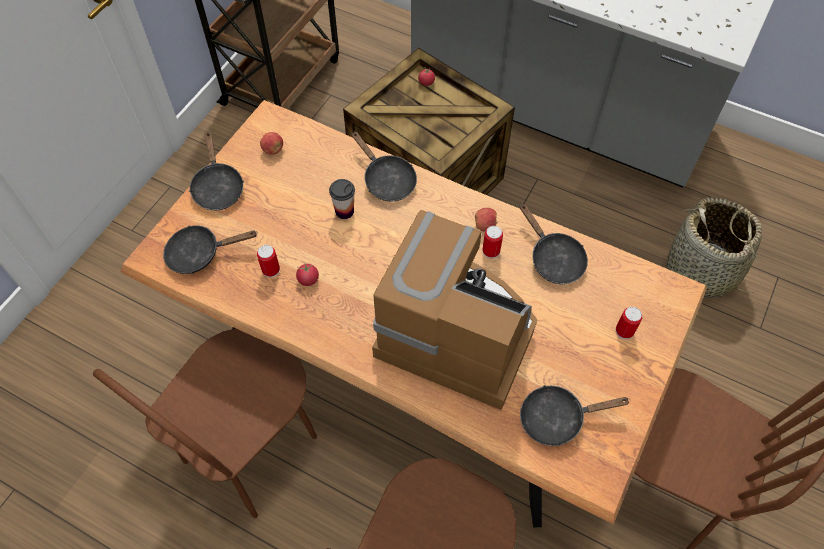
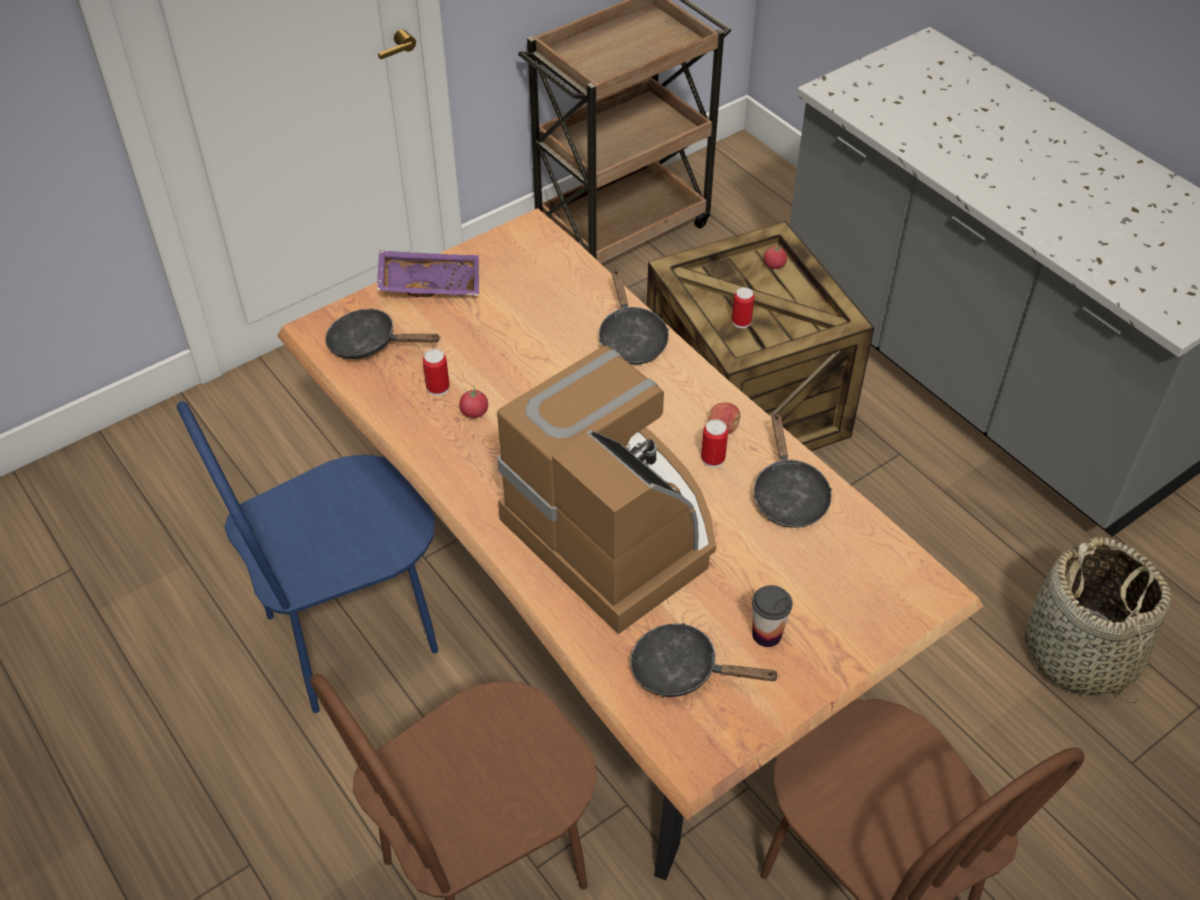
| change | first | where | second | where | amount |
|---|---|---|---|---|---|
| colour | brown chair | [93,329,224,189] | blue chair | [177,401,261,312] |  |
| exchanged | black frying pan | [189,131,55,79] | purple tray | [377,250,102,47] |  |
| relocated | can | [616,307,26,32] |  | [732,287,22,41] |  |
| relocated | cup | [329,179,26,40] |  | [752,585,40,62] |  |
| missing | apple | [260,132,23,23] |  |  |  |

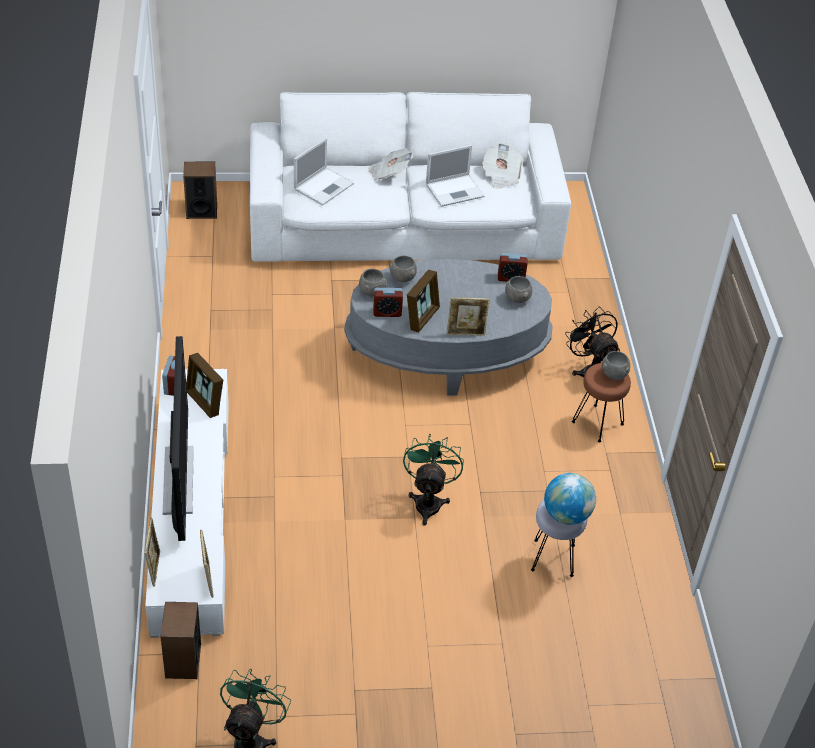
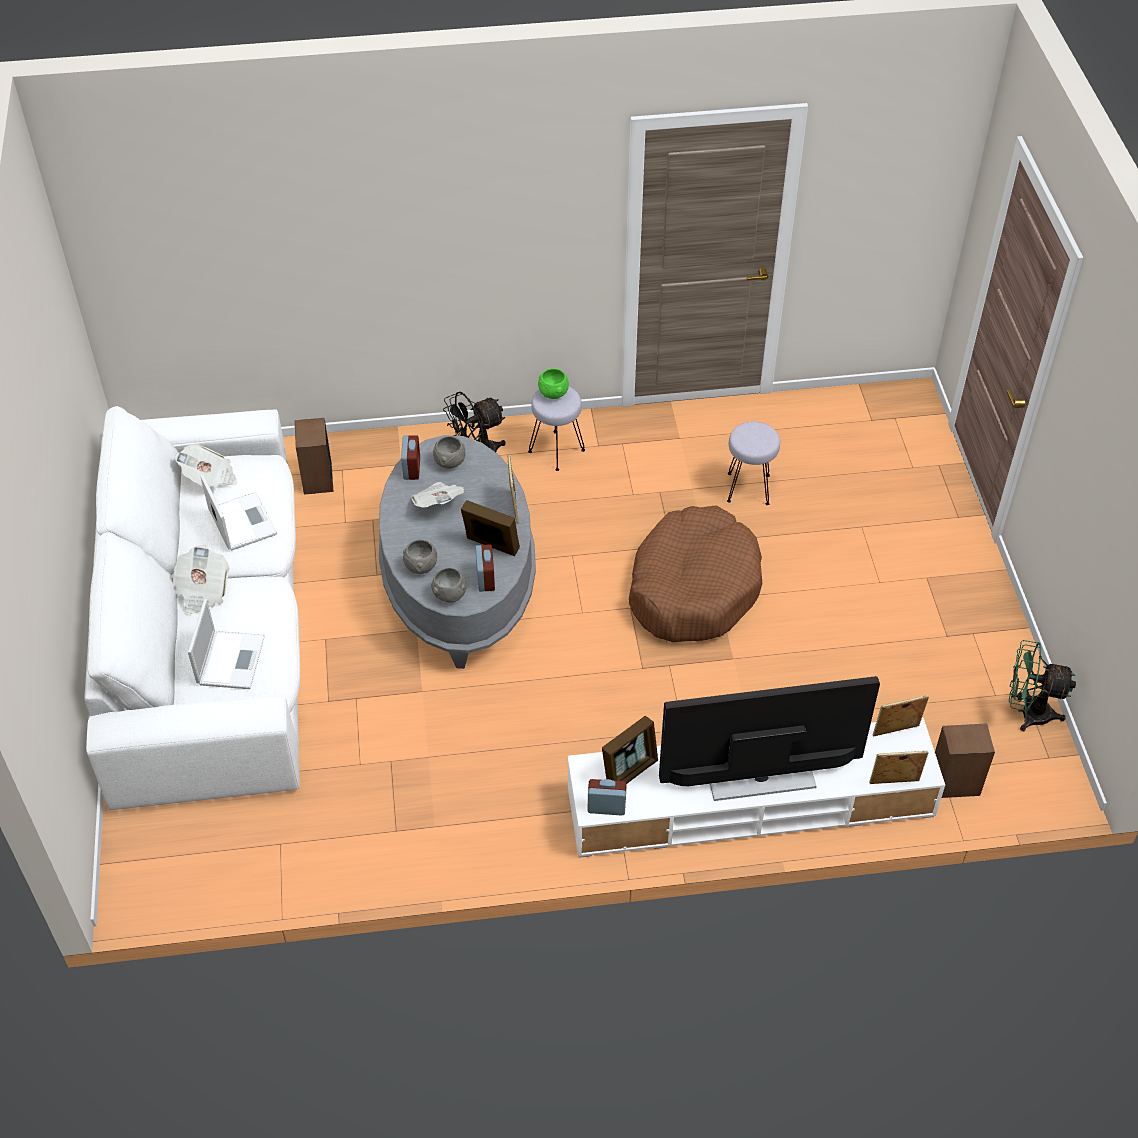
| change | first | where | second | where | amount |
|---|---|---|---|---|---|
| spun | laptop | [294,138,60,68] |  | [188,599,77,90] | 60 degrees clockwise |
| relocated | speaker | [183,162,34,57] |  | [295,418,38,77] |  |
| appeared |  |  | newspaper | [411,482,53,25] |  |
| colour | brown stool | [572,363,59,79] | grey stool | [528,387,57,84] |  |
| colour | grey bowl | [602,351,28,29] | green bowl | [538,368,31,31] |  |
| exchanged | green fan | [403,434,61,92] | brown dog bed | [629,505,133,137] |  |
| missing | globe | [544,473,52,52] |  |  |  |

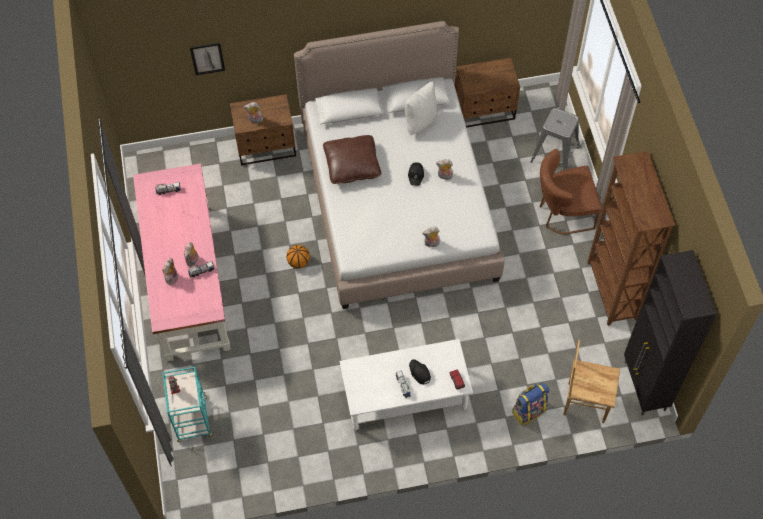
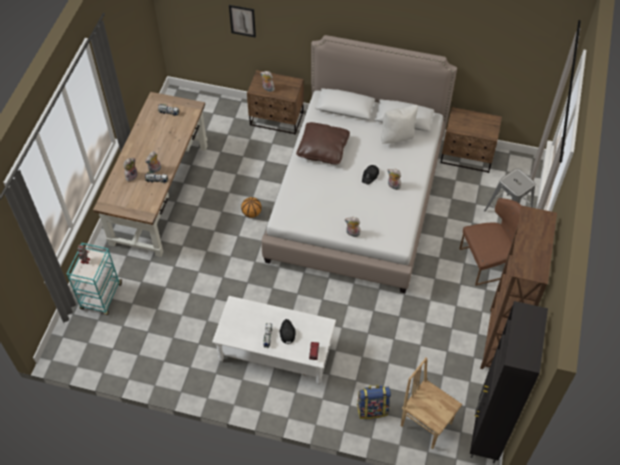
| change | first | where | second | where | amount |
|---|---|---|---|---|---|
| colour | pink desk | [133,163,97,198] | brown desk | [93,92,114,165] |  |
| spun | brown chair | [540,149,62,85] |  | [459,198,62,88] | 150 degrees clockwise |

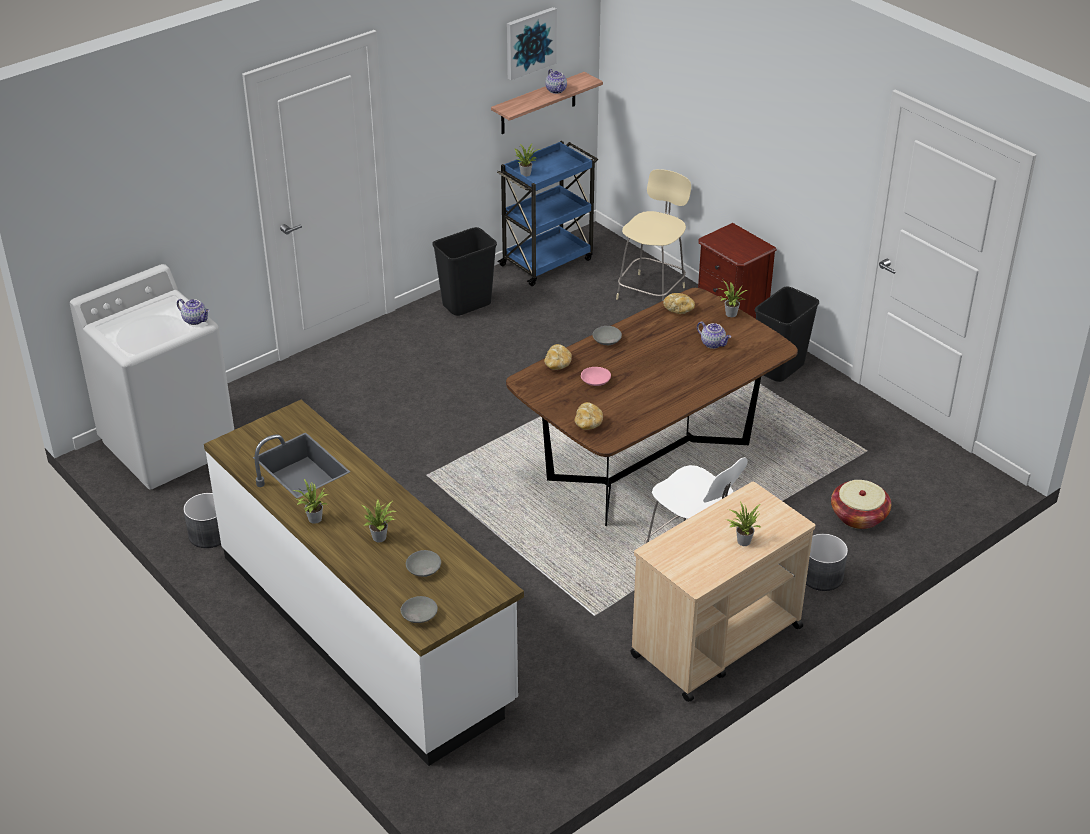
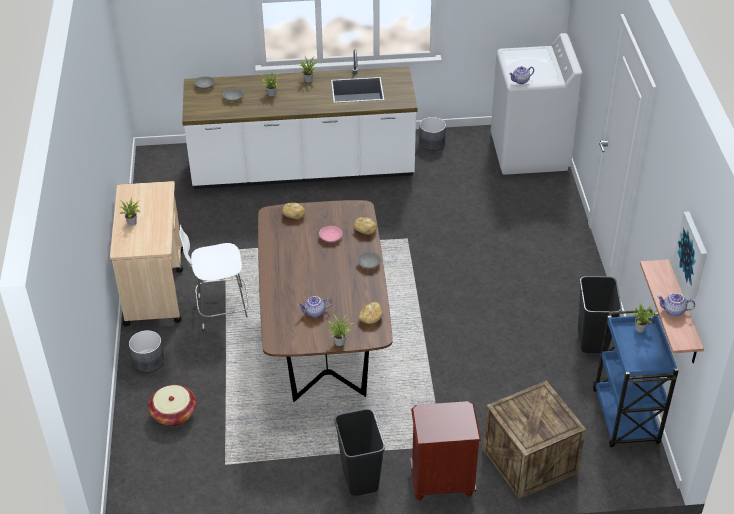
| change | first | where | second | where | amount |
|---|---|---|---|---|---|
| exchanged | beige chair | [616,169,75,132] | crate | [483,380,103,119] |  |

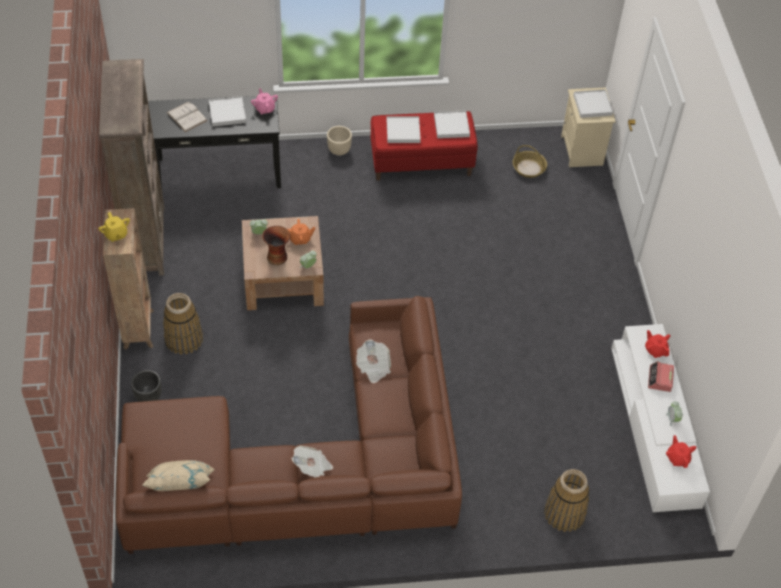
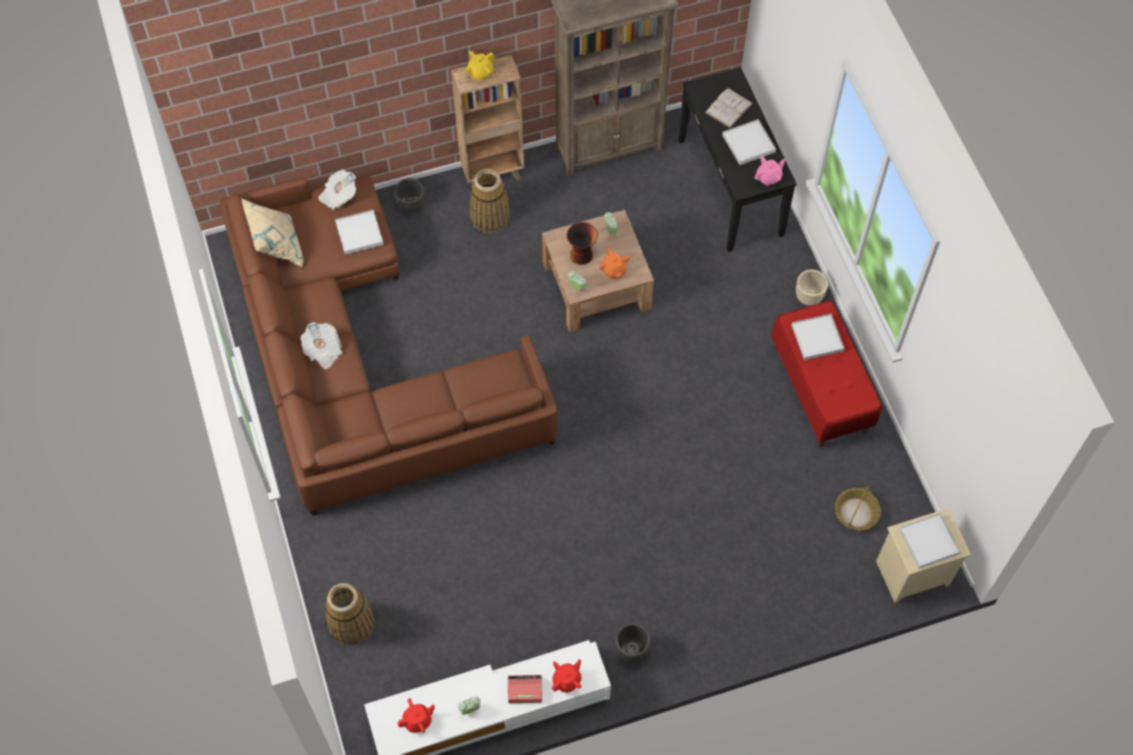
| change | first | where | second | where | amount |
|---|---|---|---|---|---|
| relocated | newspaper | [356,339,35,44] |  | [318,169,38,41] |  |
| relocated | white tray | [434,111,36,27] |  | [335,210,49,45] |  |
| appeared |  |  | black planter | [616,623,34,39] |  |

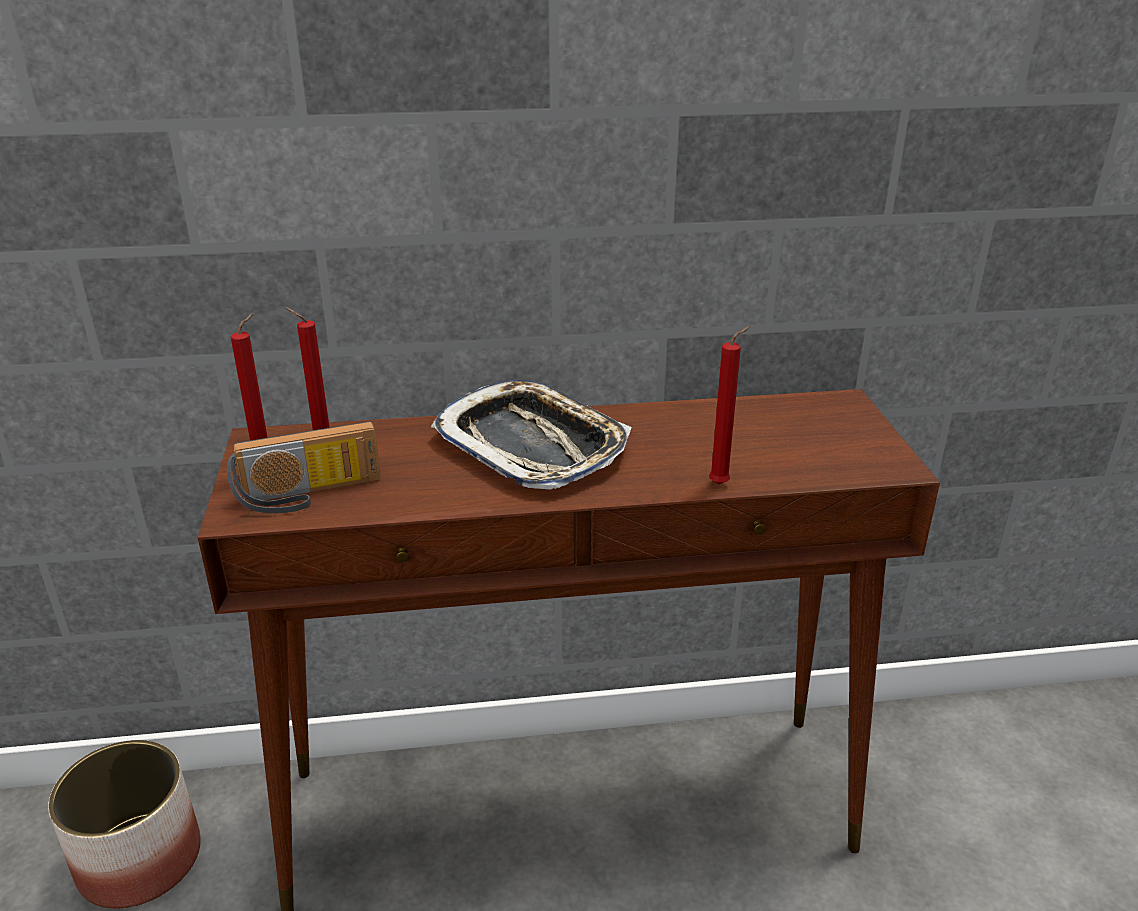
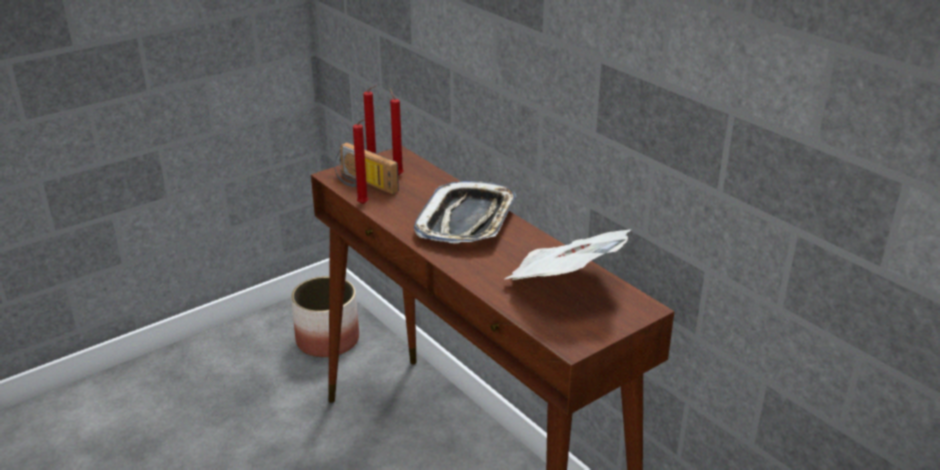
| change | first | where | second | where | amount |
|---|---|---|---|---|---|
| relocated | red candle | [709,326,42,159] |  | [353,119,16,85] |  |
| appeared |  |  | newspaper | [505,229,126,51] |  |

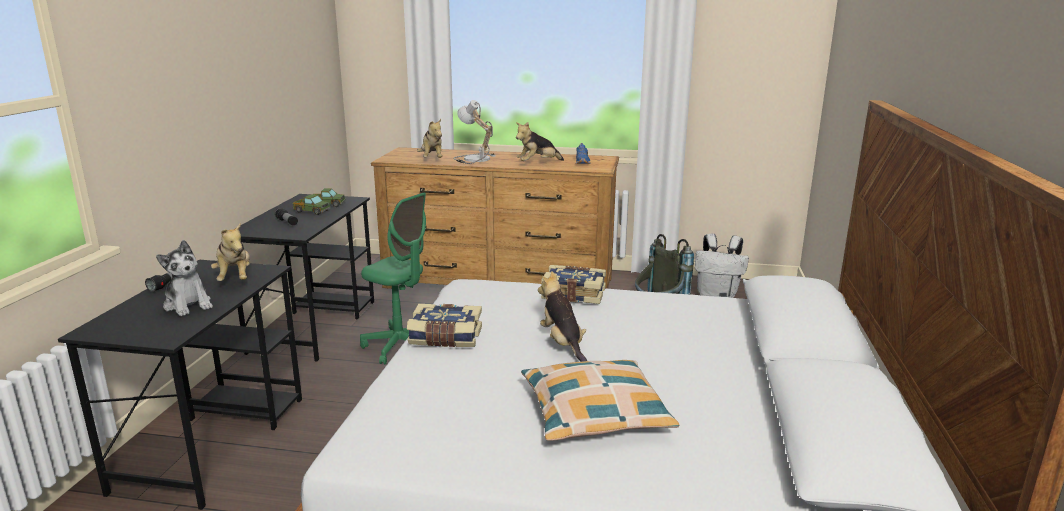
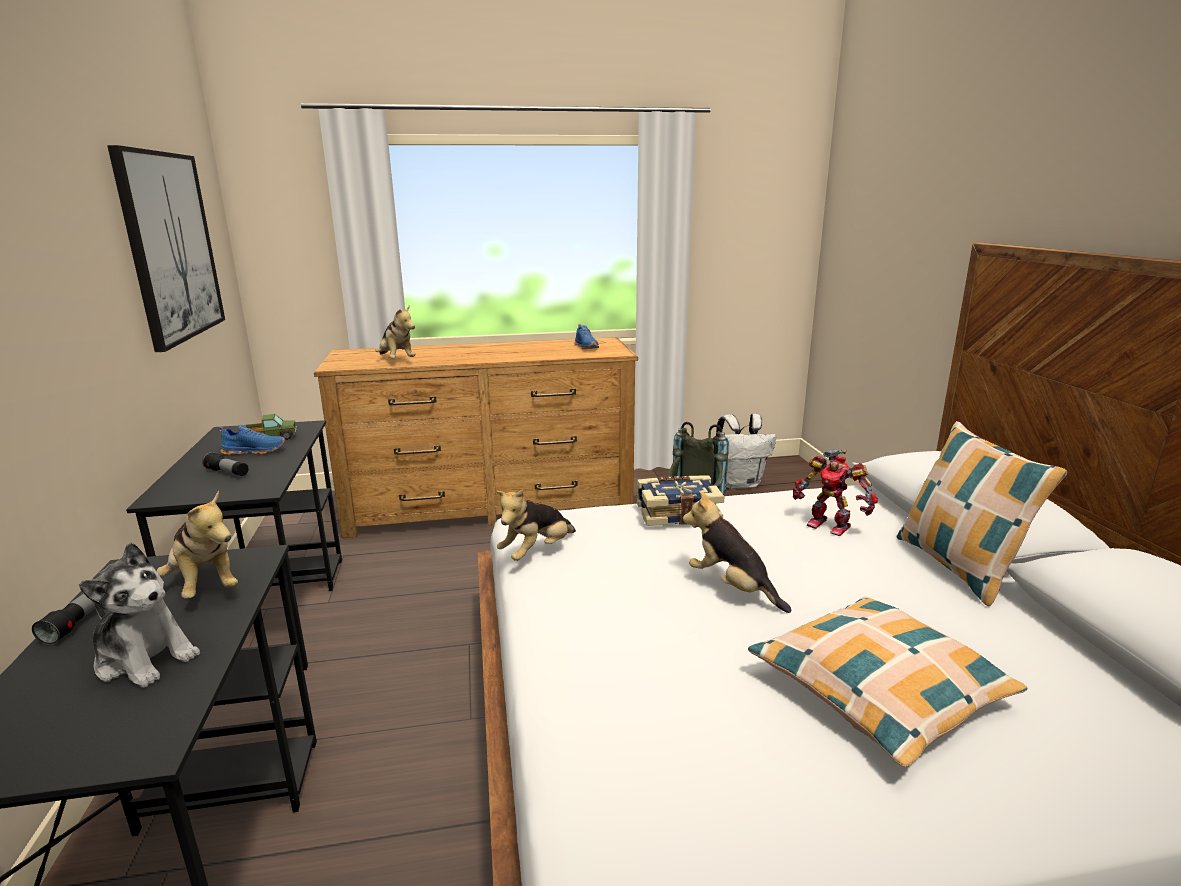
| change | first | where | second | where | amount |
|---|---|---|---|---|---|
| appeared |  |  | picture | [107,145,118,207] |  |
| exchanged | toy truck | [293,194,38,21] | blue shoe | [218,425,67,30] |  |
| relocated | plush toy | [516,122,48,39] |  | [496,489,80,72] |  |
| appeared |  |  | toy robot | [793,449,85,87] |  |
| appeared |  |  | pillow | [896,421,172,185] |  |
| missing | green office chair | [360,192,66,173] |  |  |  |
| missing | book | [407,304,75,43] |  |  |  |
| missing | table lamp | [453,100,42,64] |  |  |  |

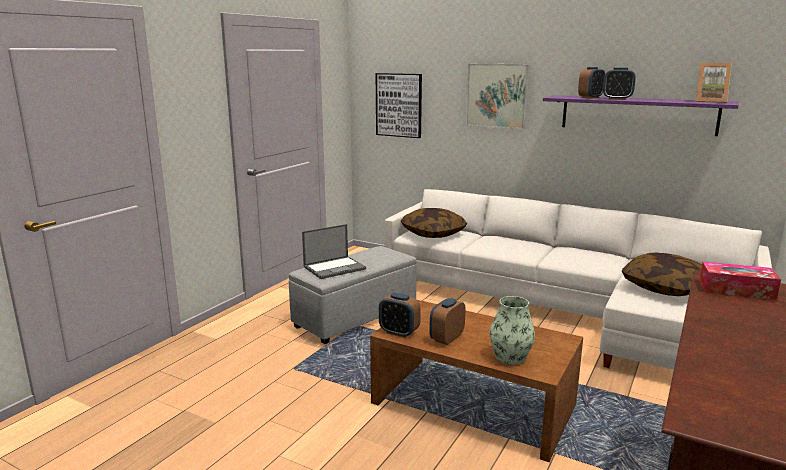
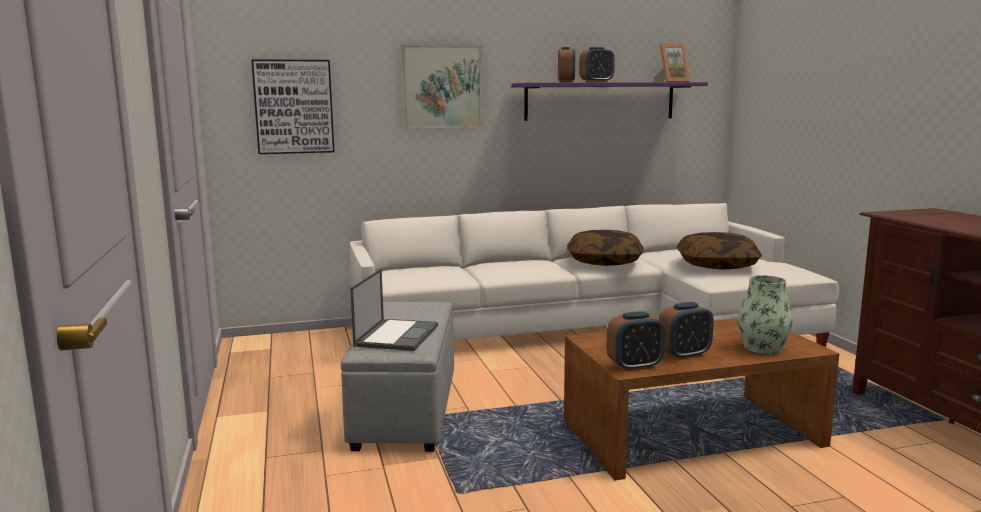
| change | first | where | second | where | amount |
|---|---|---|---|---|---|
| relocated | pillow | [401,208,66,30] |  | [567,230,77,36] |  |
| spun | alarm clock | [429,298,37,47] |  | [659,302,55,58] | 105 degrees counterclockwise |
| missing | tissue box | [699,262,82,38] |  |  |  |

